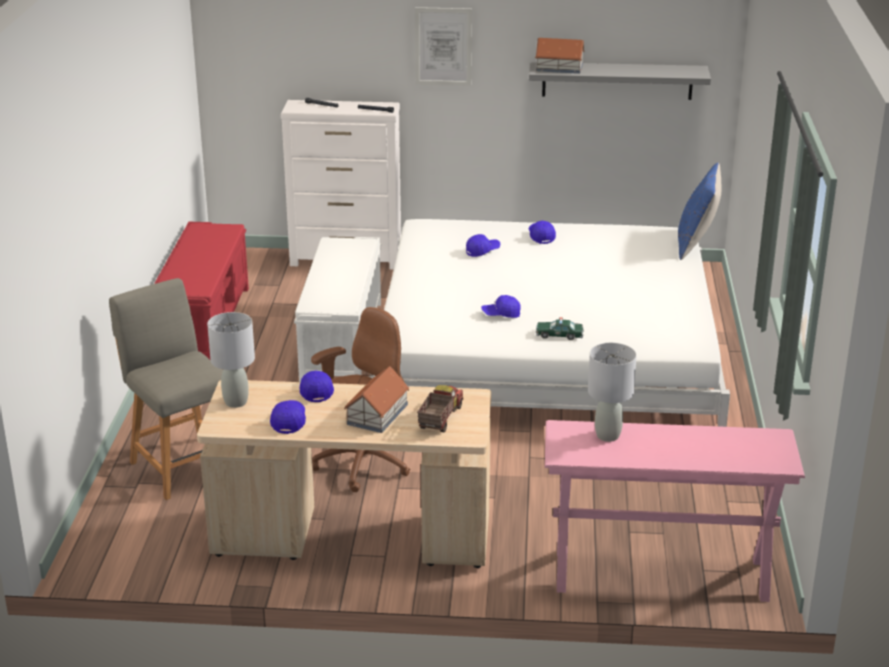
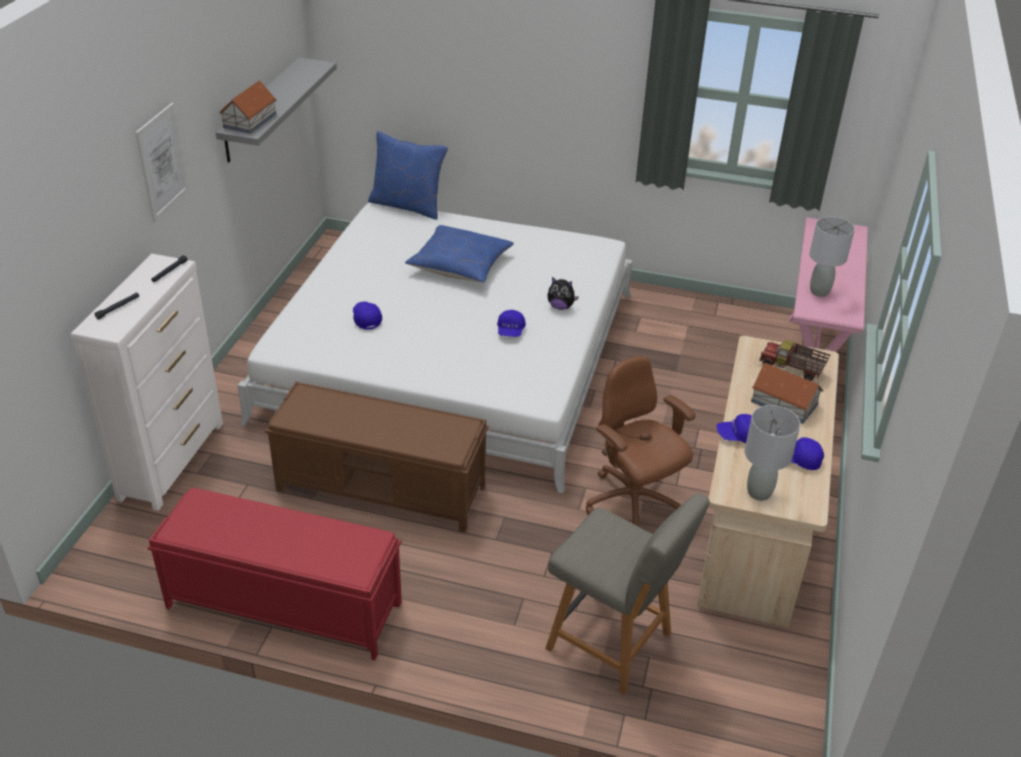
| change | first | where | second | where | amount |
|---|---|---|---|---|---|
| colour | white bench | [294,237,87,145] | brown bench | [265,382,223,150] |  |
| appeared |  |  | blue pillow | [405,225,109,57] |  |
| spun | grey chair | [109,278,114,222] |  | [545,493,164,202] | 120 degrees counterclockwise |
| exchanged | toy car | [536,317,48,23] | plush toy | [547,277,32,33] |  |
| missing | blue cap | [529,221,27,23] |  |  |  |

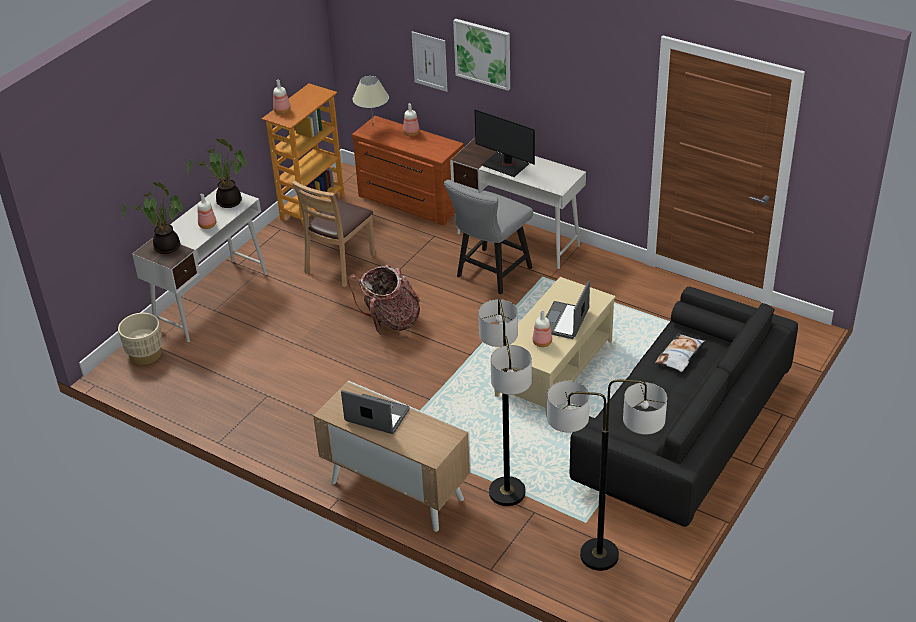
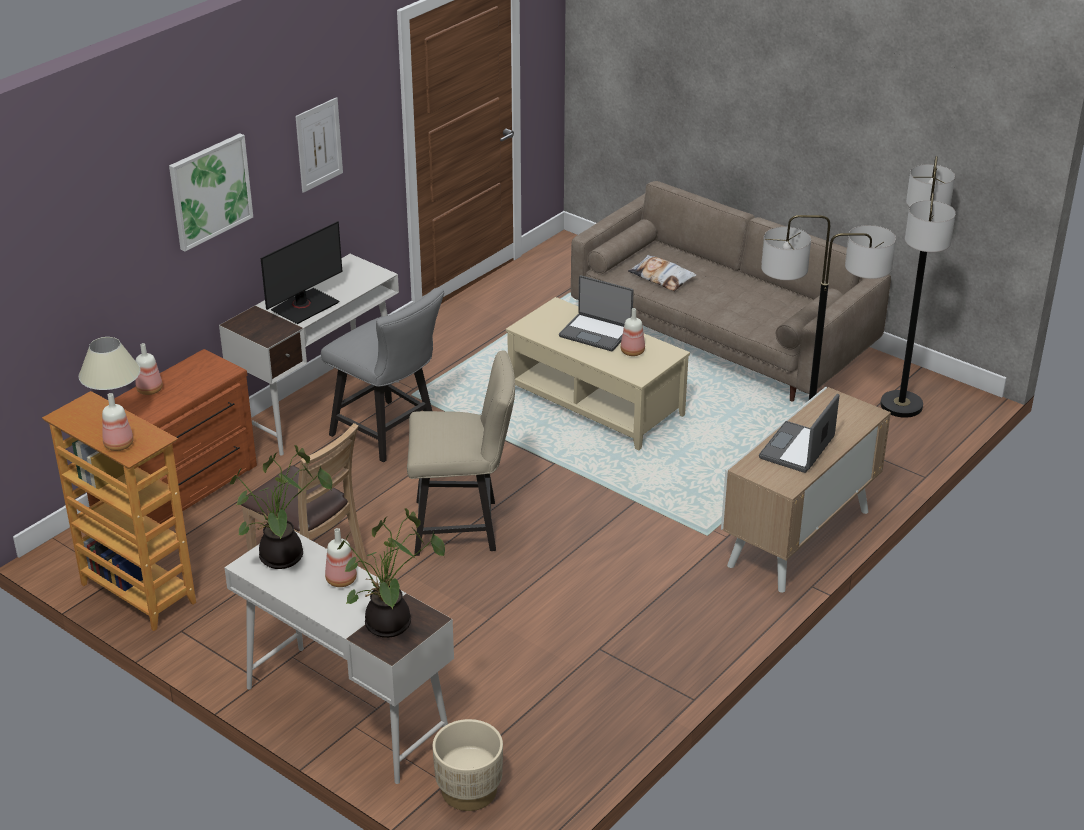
| change | first | where | second | where | amount |
|---|---|---|---|---|---|
| relocated | picture | [411,31,37,61] |  | [295,97,48,96] |  |
| exchanged | backpack | [348,264,72,72] | beige chair | [407,350,108,206] |  |
| colour | black sofa | [570,287,228,240] | beige sofa | [571,181,320,221] |  |

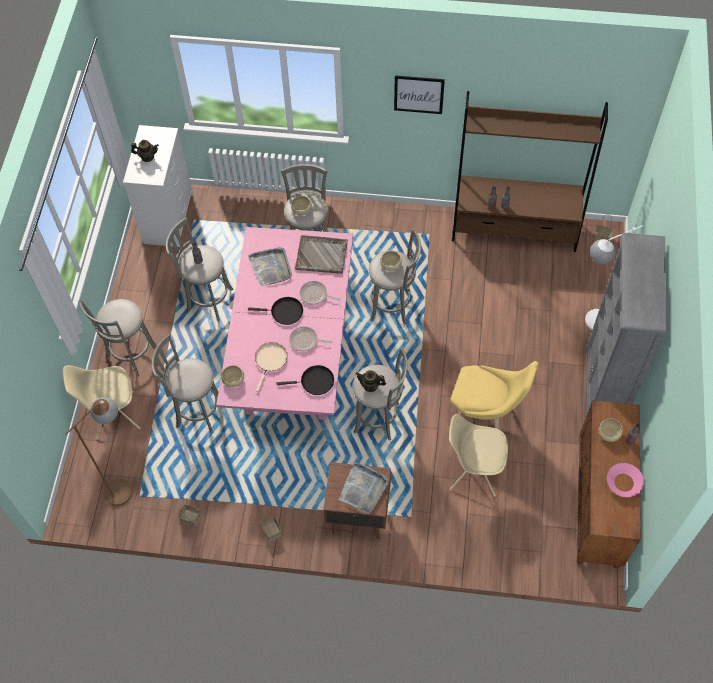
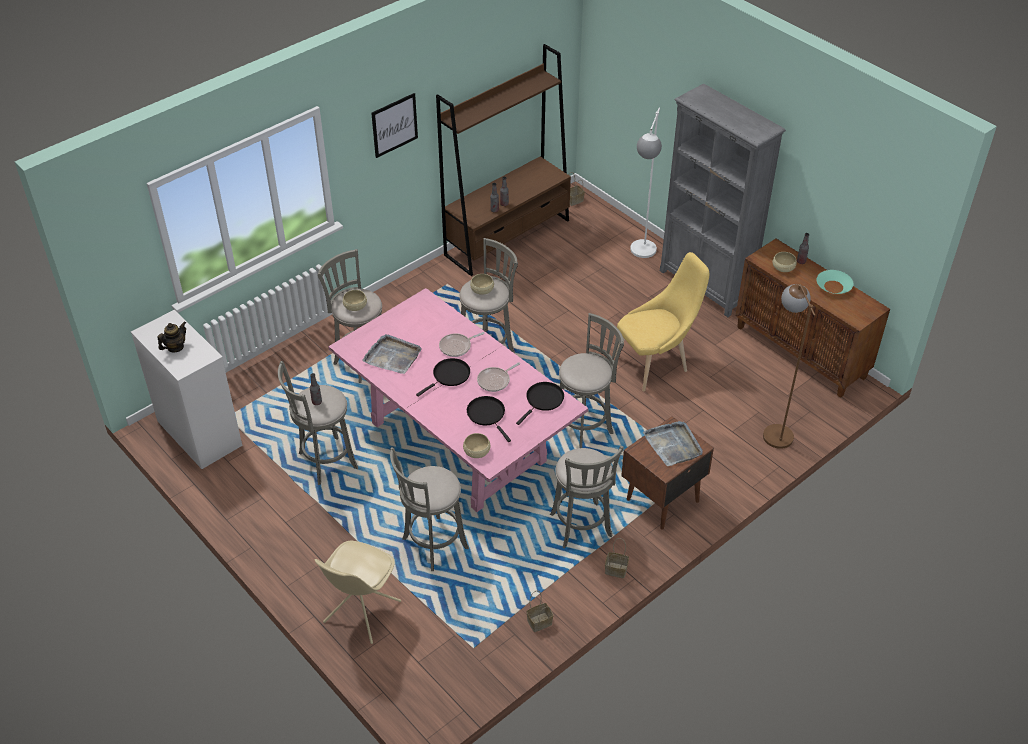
| change | first | where | second | where | amount |
|---|---|---|---|---|---|
| colour | beige frying pan | [255,342,33,50] | black frying pan | [467,396,44,46] |  |
| relocated | grey stool | [78,299,79,77] |  | [550,446,74,102] |  |
| relocated | brown floor lamp | [65,397,67,109] |  | [763,284,53,165] |  |
| colour | pink bowl | [607,463,37,34] | turquoise bowl | [817,270,37,24] |  |
| missing | grey tray | [295,235,53,39] |  |  |  |
| missing | teapot | [355,370,31,22] |  |  |  |
| missing | beige chair | [449,414,59,83] |  |  |  |

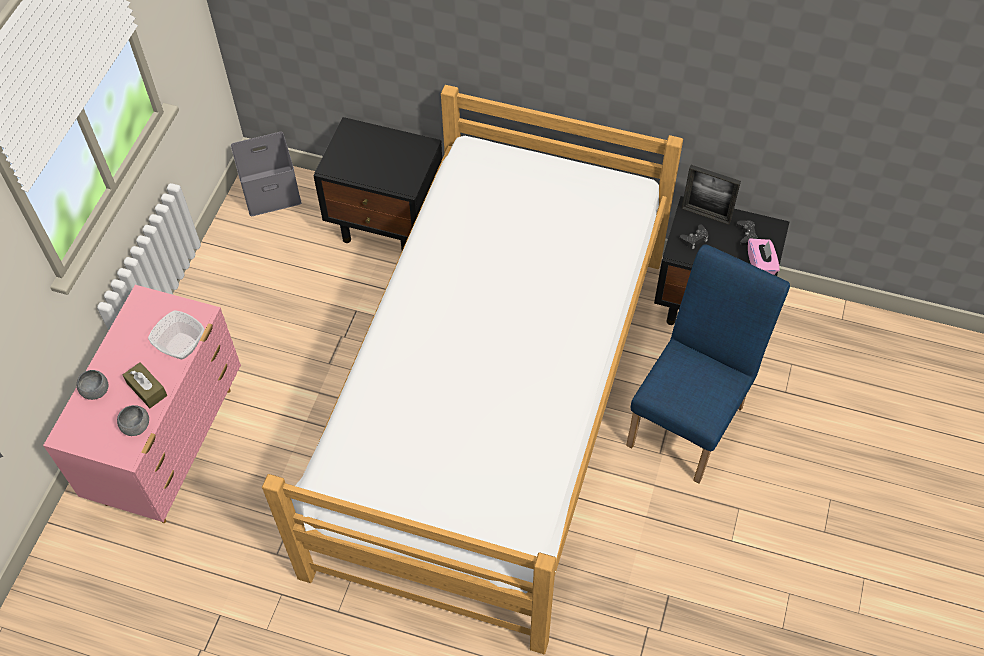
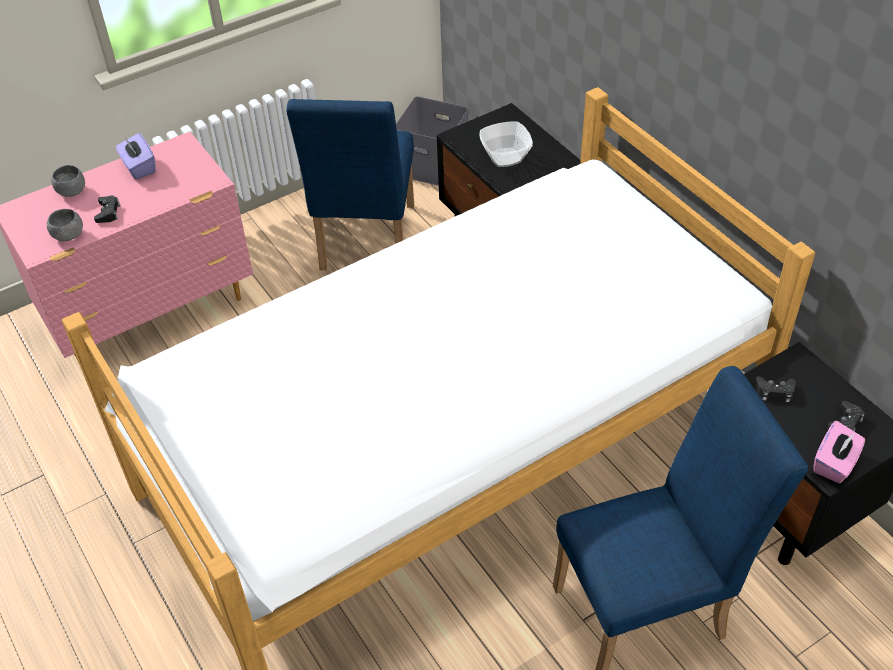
| change | first | where | second | where | amount |
|---|---|---|---|---|---|
| exchanged | brown tissue box | [123,362,44,46] | black game controller | [94,195,26,28] |  |
| appeared |  |  | purple tissue box | [116,133,40,46] |  |
| appeared |  |  | blue chair | [286,99,128,171] |  |
| relocated | bowl | [148,310,56,49] |  | [479,121,54,46] |  |
| missing | picture frame | [682,165,59,60] |  |  |  |

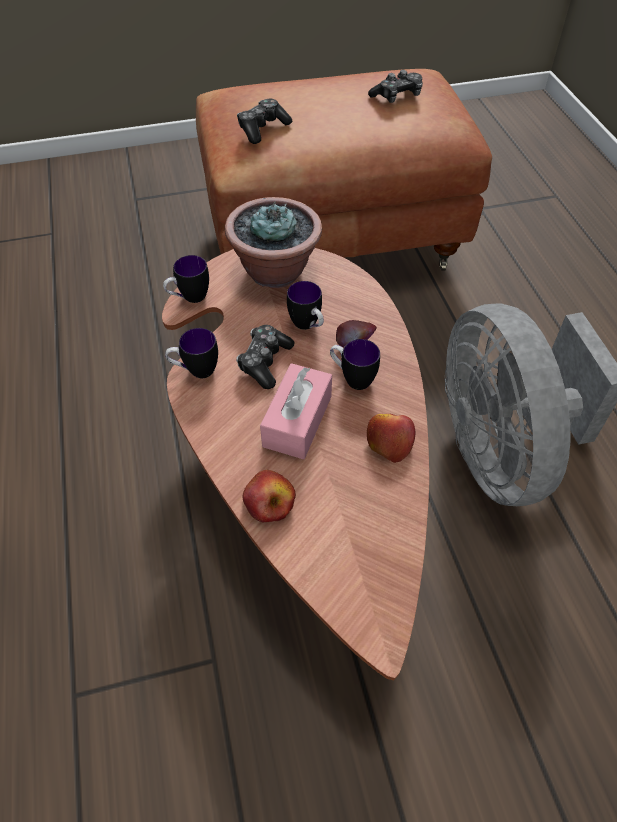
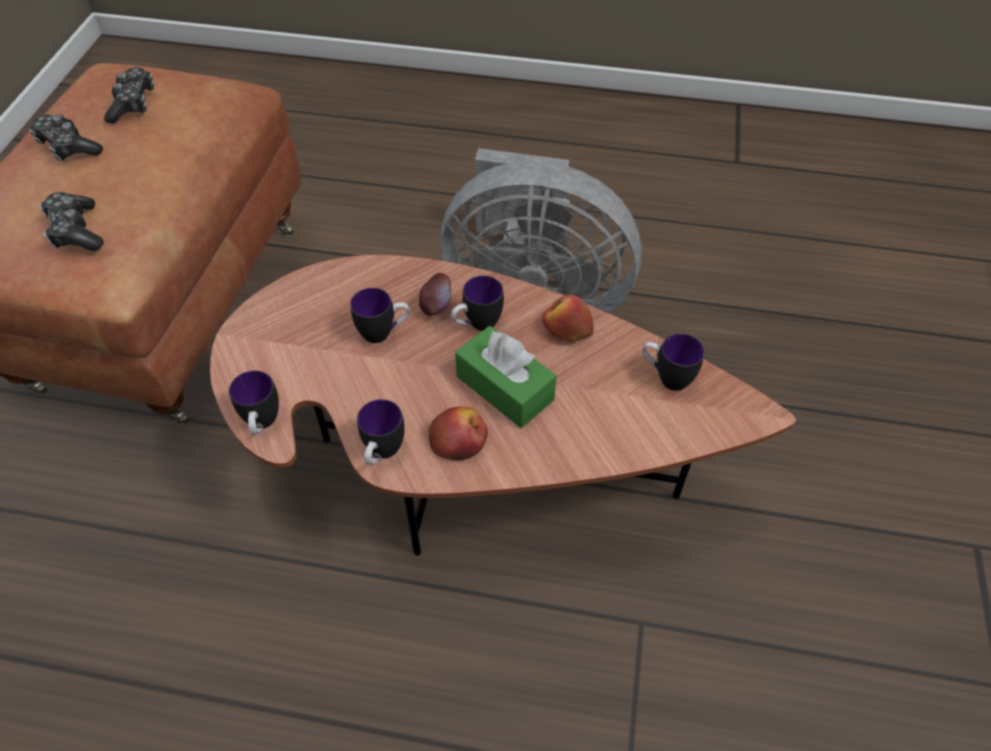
| change | first | where | second | where | amount |
|---|---|---|---|---|---|
| relocated | game controller | [236,325,58,64] |  | [29,114,74,47] |  |
| relocated | apple | [243,470,53,52] |  | [428,407,60,53] |  |
| colour | pink tissue box | [260,363,72,96] | green tissue box | [455,326,102,102] |  |
| appeared |  |  | mug | [642,334,63,57] |  |
| missing | potted plant | [225,197,97,91] |  |  |  |

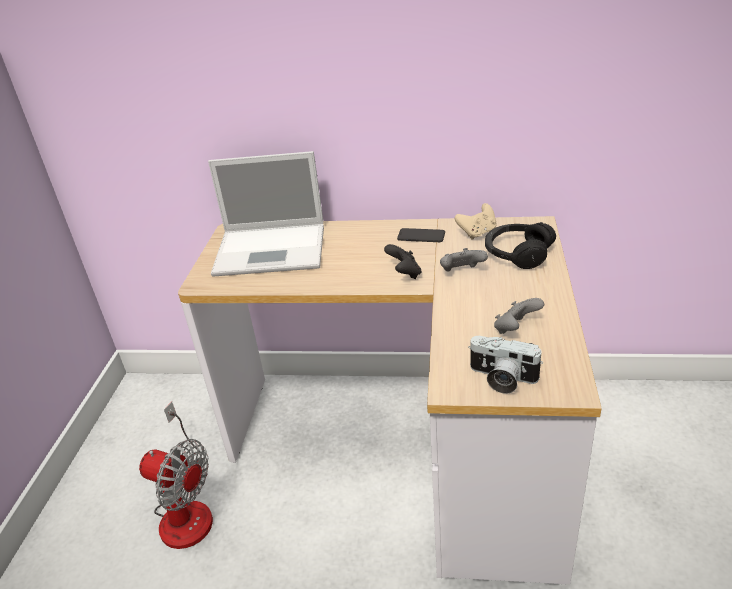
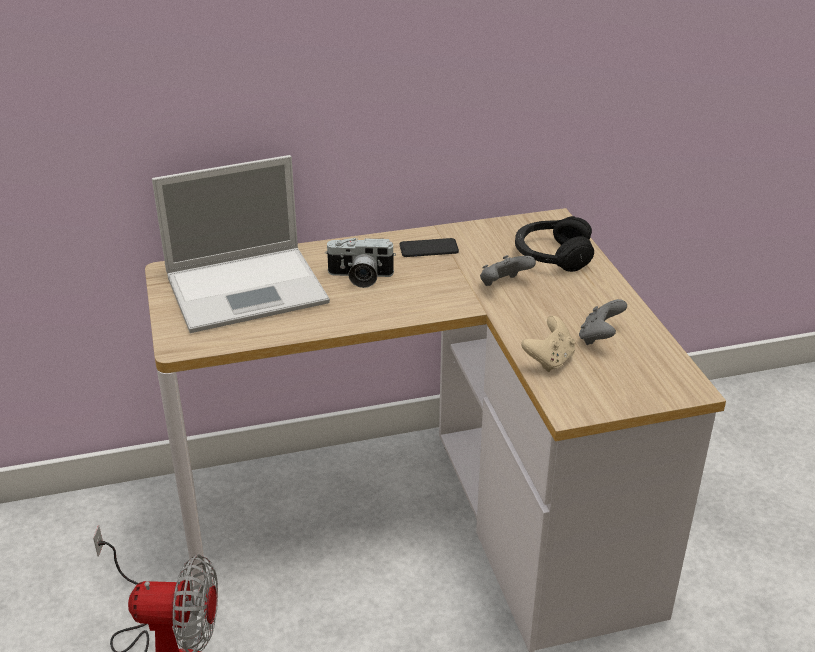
| change | first | where | second | where | amount |
|---|---|---|---|---|---|
| relocated | photo camera | [468,336,75,58] |  | [325,238,71,50] |  |
| relocated | beige game controller | [454,203,43,36] |  | [521,316,54,56] |  |
| missing | black game controller | [384,244,38,35] |  |  |  |

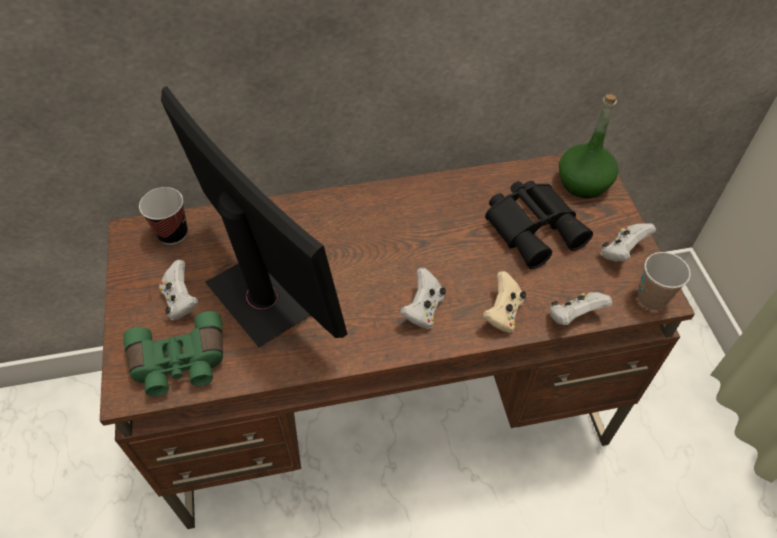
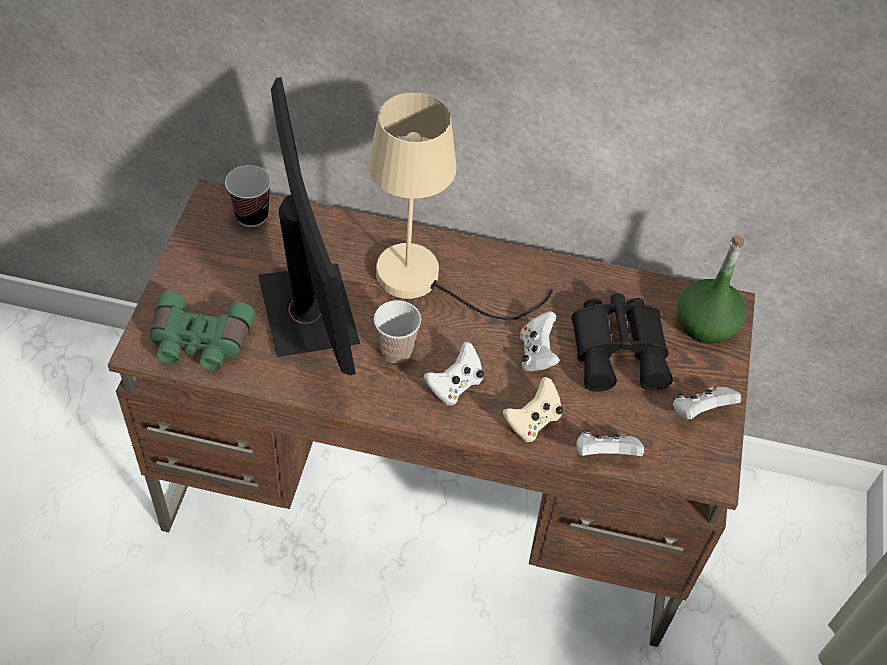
| change | first | where | second | where | amount |
|---|---|---|---|---|---|
| appeared |  |  | beige table lamp | [368,92,185,228] |  |
| relocated | cup | [638,252,53,58] |  | [374,300,47,63] |  |
| relocated | white game controller | [159,260,39,61] |  | [520,311,40,60] |  |

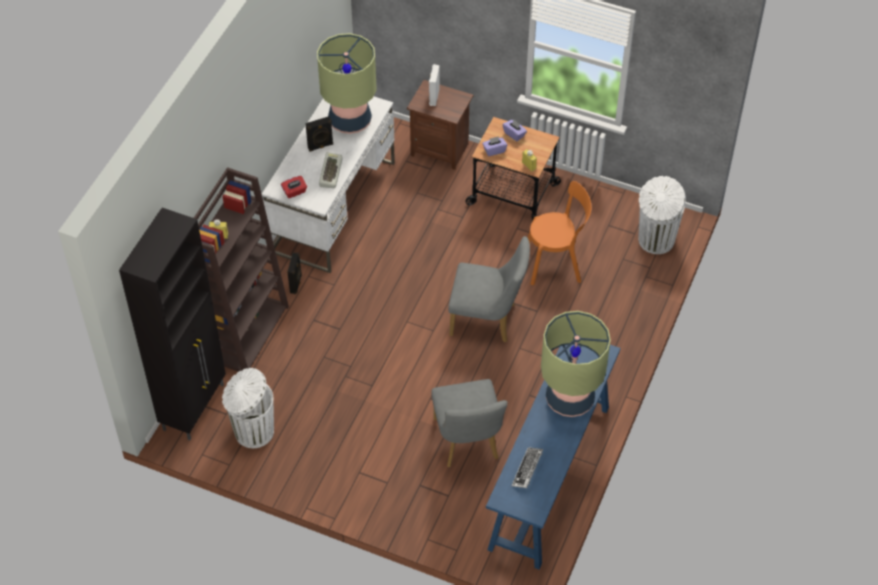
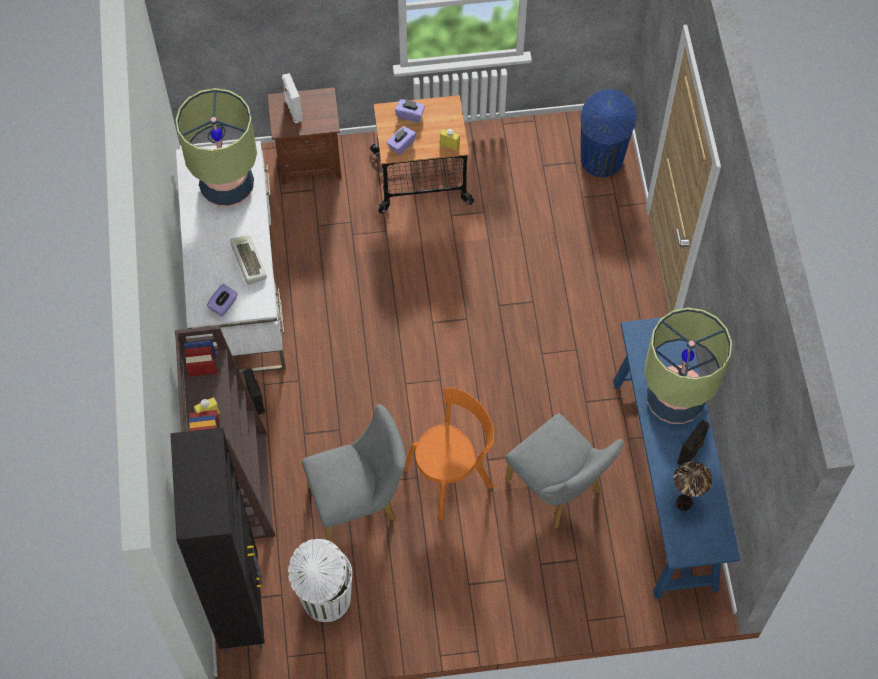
| change | first | where | second | where | amount |
|---|---|---|---|---|---|
| colour | red tissue box | [281,176,26,22] | purple tissue box | [207,284,31,33] |  |
| relocated | grey chair | [448,236,82,107] |  | [302,404,104,138] |  |
| relocated | orange chair | [528,181,63,104] |  | [404,388,90,132] |  |
| colour | white trash can | [638,176,48,78] | blue trash can | [581,89,56,88] |  |
| exchanged | keyboard | [511,447,32,41] | table lamp | [674,461,38,50] |  |
| relocated | black speaker | [306,116,27,36] |  | [677,420,32,45] |  |

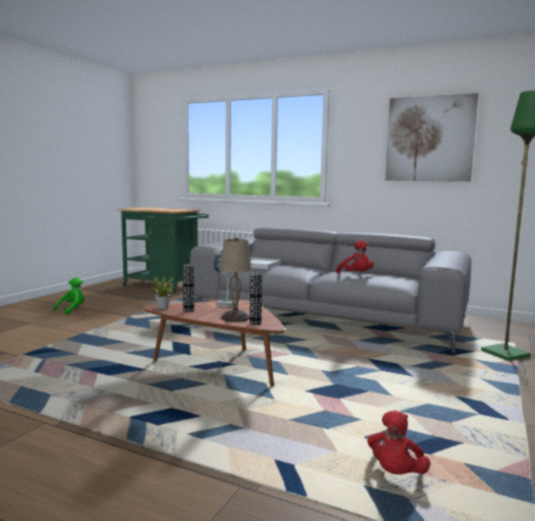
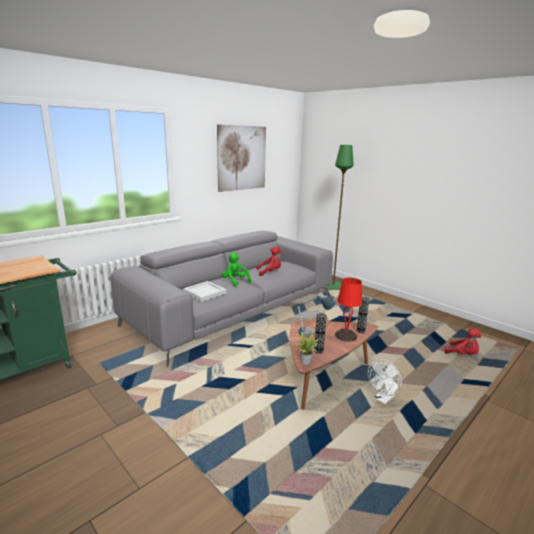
| change | first | where | second | where | amount |
|---|---|---|---|---|---|
| relocated | green plush toy | [52,277,32,38] |  | [222,253,29,34] |  |
| colour | beige table lamp | [220,237,32,85] | red table lamp | [335,278,27,64] |  |
| appeared |  |  | white fan | [368,359,34,45] |  |

